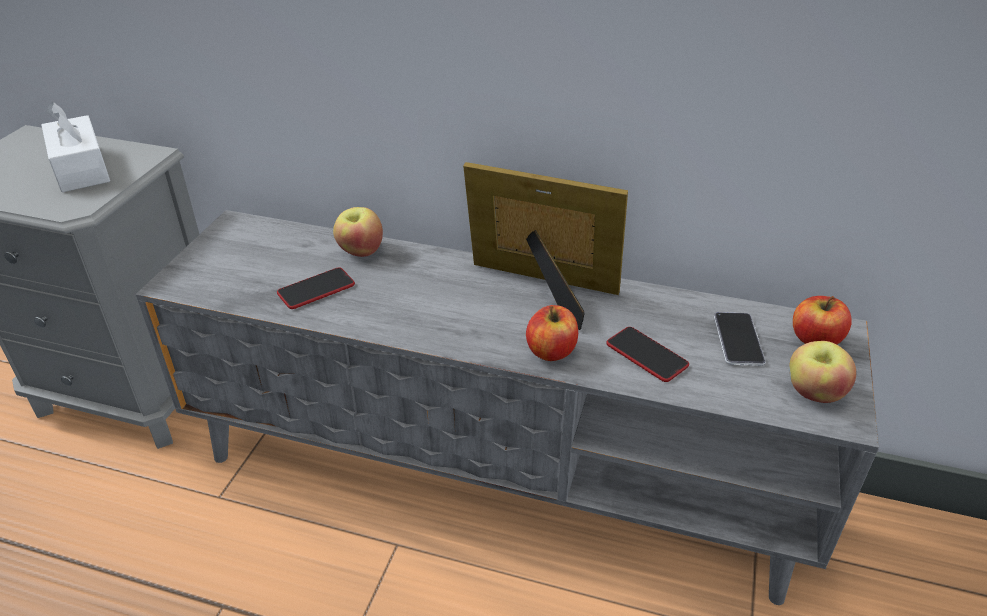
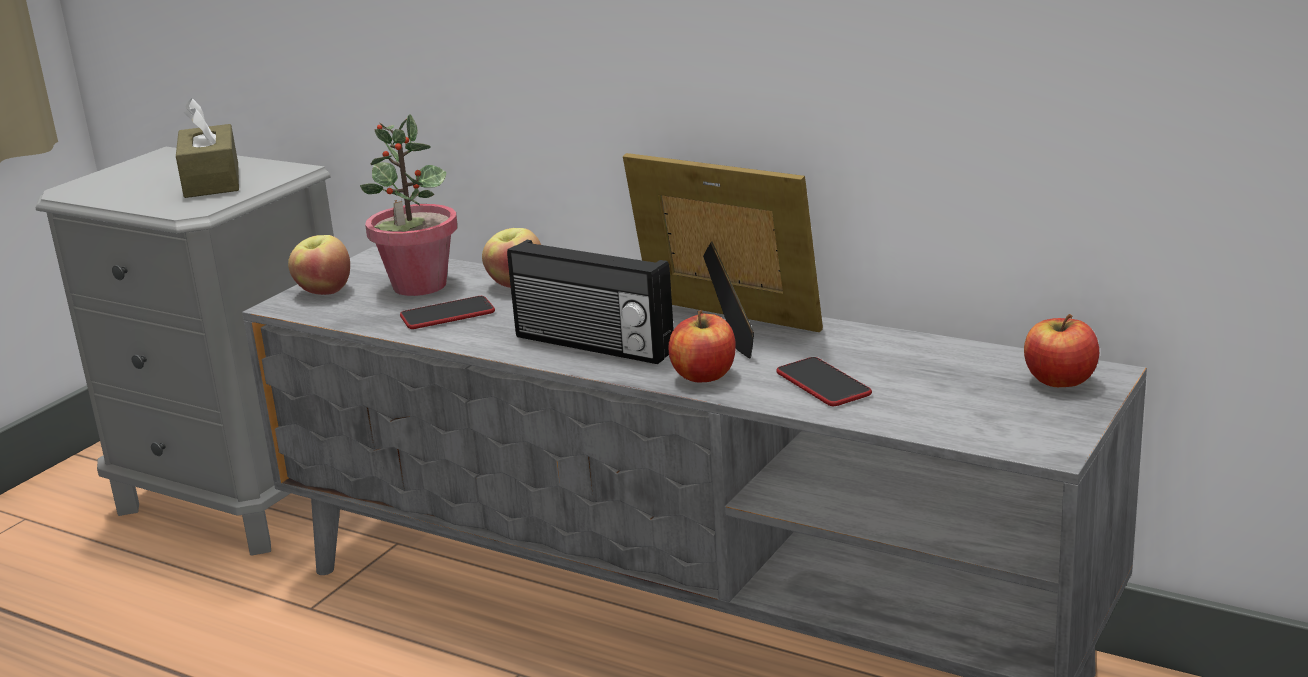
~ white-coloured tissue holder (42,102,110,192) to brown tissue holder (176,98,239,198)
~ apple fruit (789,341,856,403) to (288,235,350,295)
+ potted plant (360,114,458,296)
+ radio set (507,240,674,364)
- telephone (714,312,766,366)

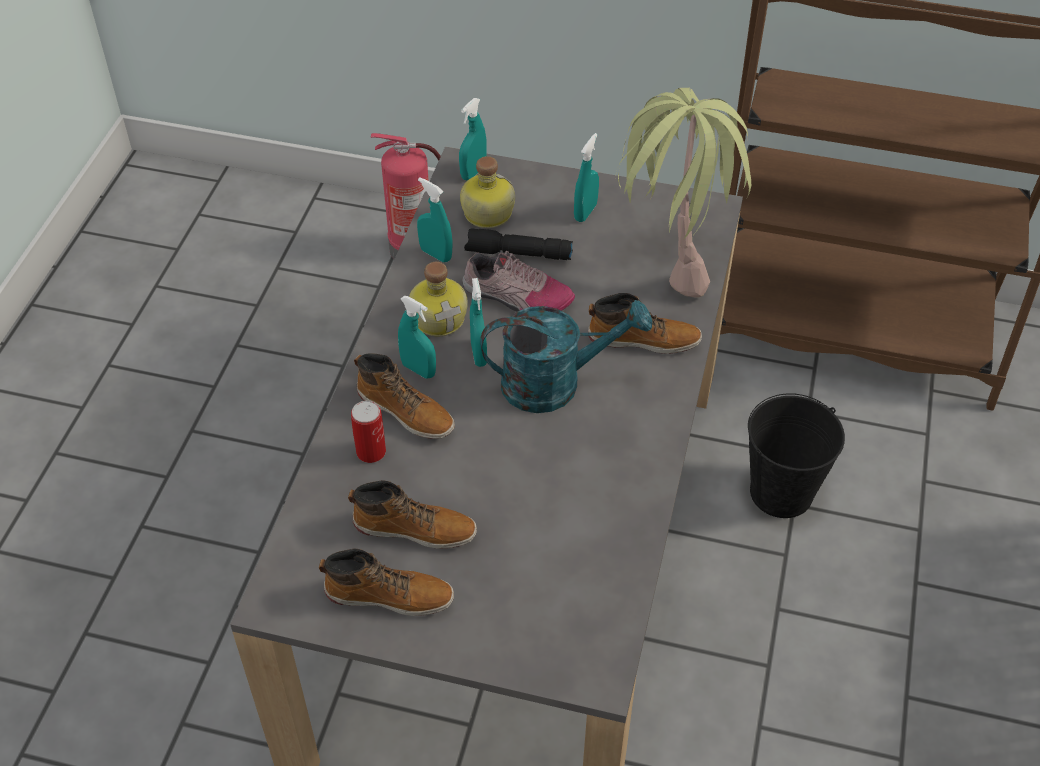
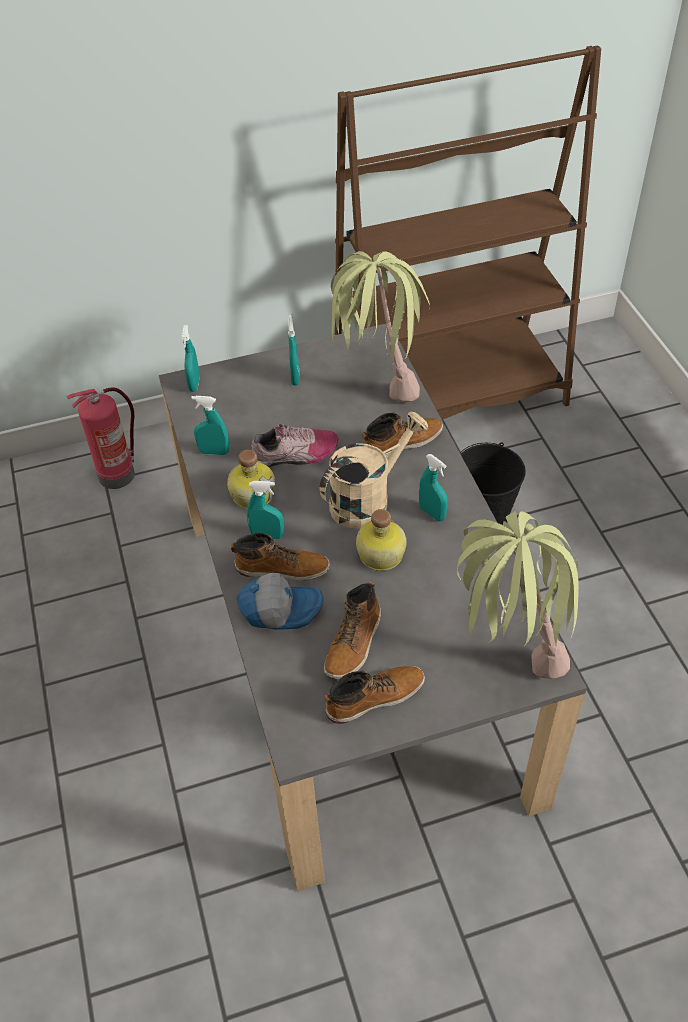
~ metal can (351,401,386,463) to peaked cap (236,573,324,630)
~ turquoise-coloured watering pot (480,300,652,413) to beige watering pot (319,411,428,528)
~ high-top boot (348,480,477,549) = (324,582,381,679) 135 degrees clockwise
~ beverage bottle (460,156,515,228) to (356,509,407,571)
~ turquoise-coloured hand sprayer (470,278,487,367) to (419,454,448,521)
+ potted plant (457,511,579,678)
- black torch (464,228,573,260)

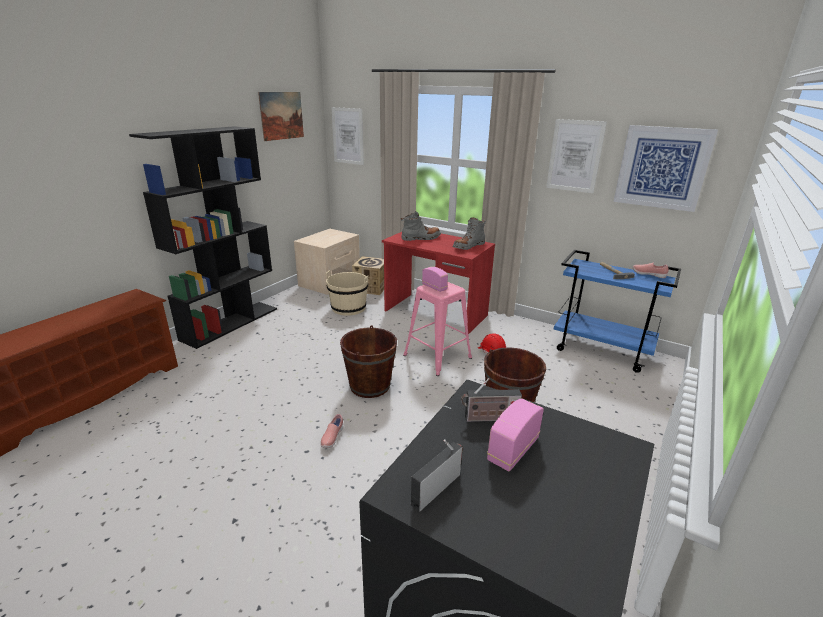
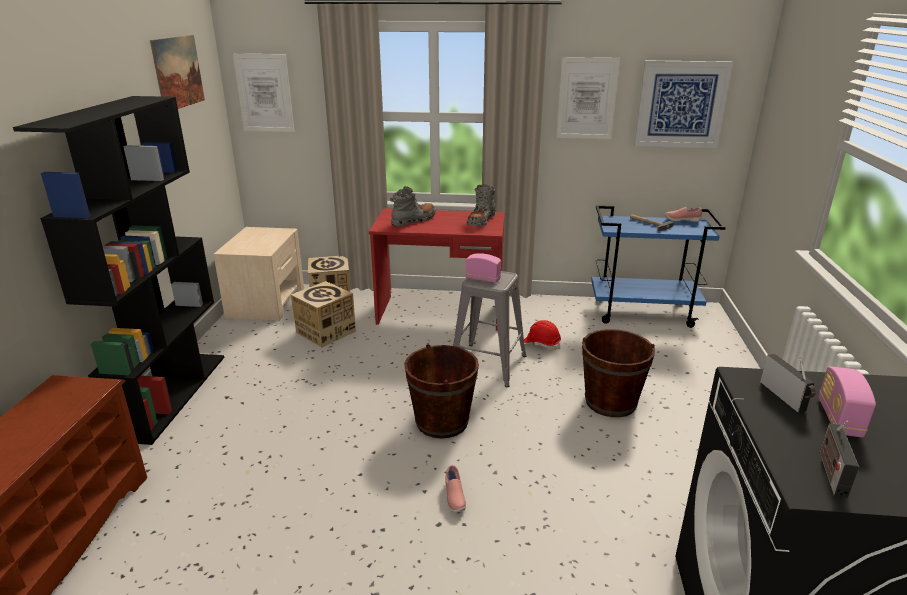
~ beige pail (326,270,368,316) to carton (291,281,356,347)
~ pink-coloured stool (403,282,472,376) to gray stool (453,271,527,387)
~ radio set (461,378,522,422) = (760,354,816,413) 75 degrees counterclockwise

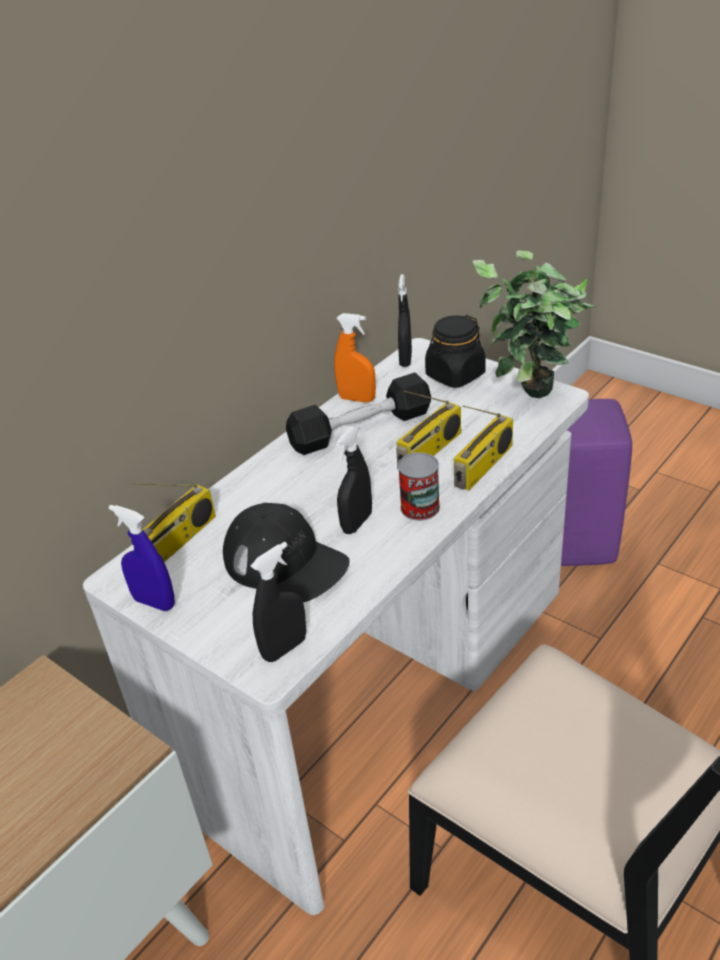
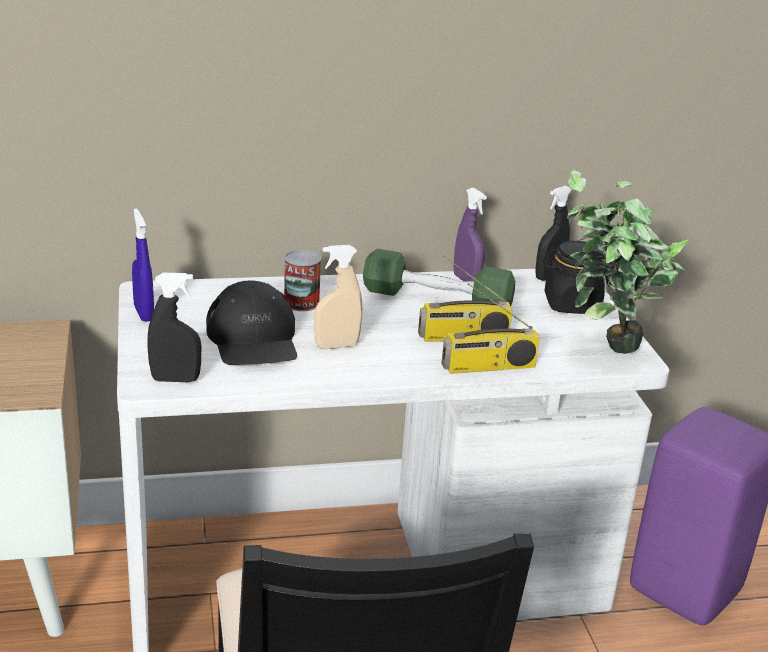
~ metal can (398,452,440,521) to (284,250,322,311)
~ black hand sprayer (336,426,372,534) to beige hand sprayer (314,245,362,349)
~ black dumbbell (286,373,431,455) to green-coloured dumbbell (363,249,515,306)
~ orange hand sprayer (334,313,376,403) to purple-coloured hand sprayer (454,187,487,282)
- radio set (133,483,216,562)

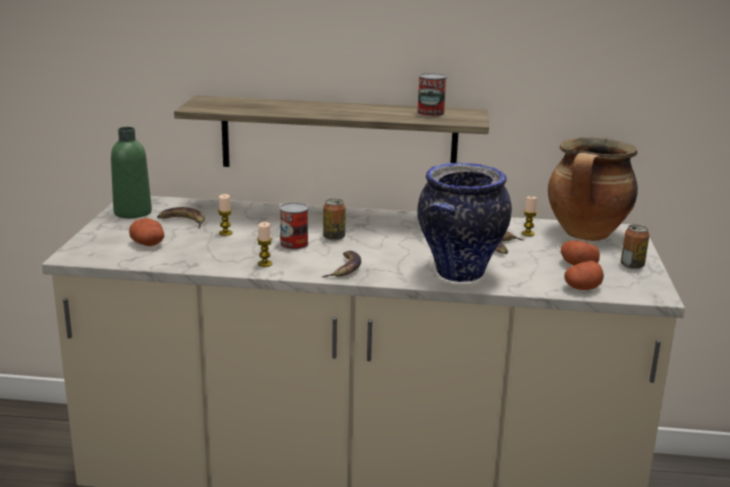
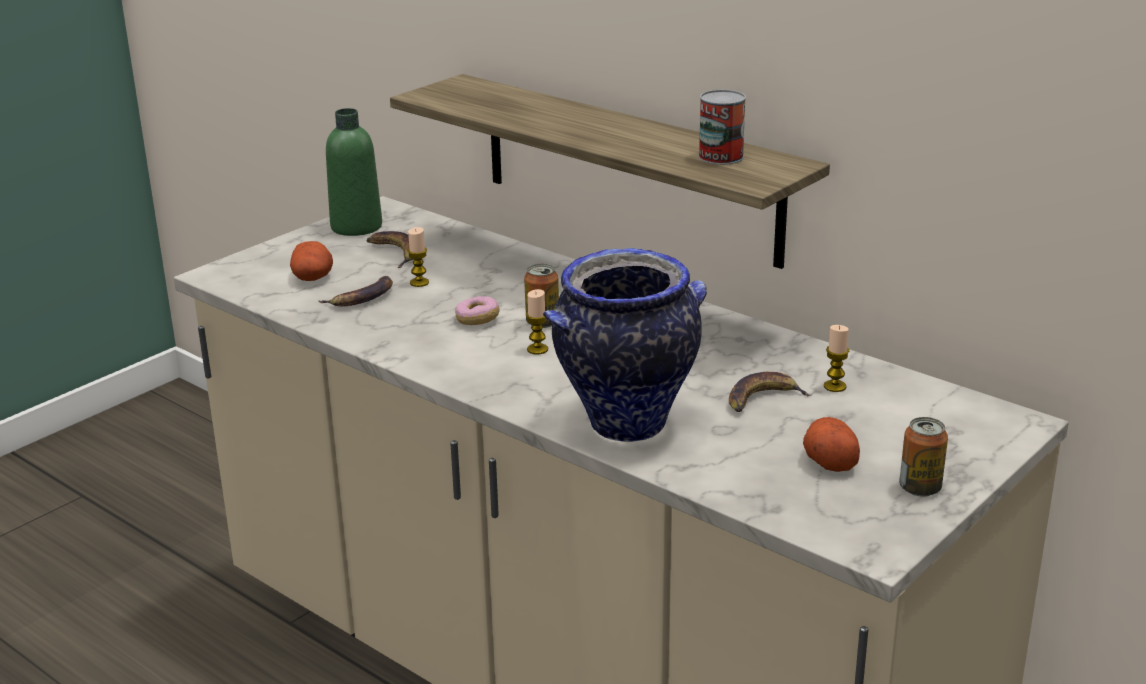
~ whole banana (321,251,361,278) to (319,276,393,306)
~ metal can (279,202,309,250) to donut (455,296,499,325)
~ wax light (257,222,272,267) to (526,289,548,355)
- stockpot (548,137,638,241)
- whole potato (564,261,604,290)

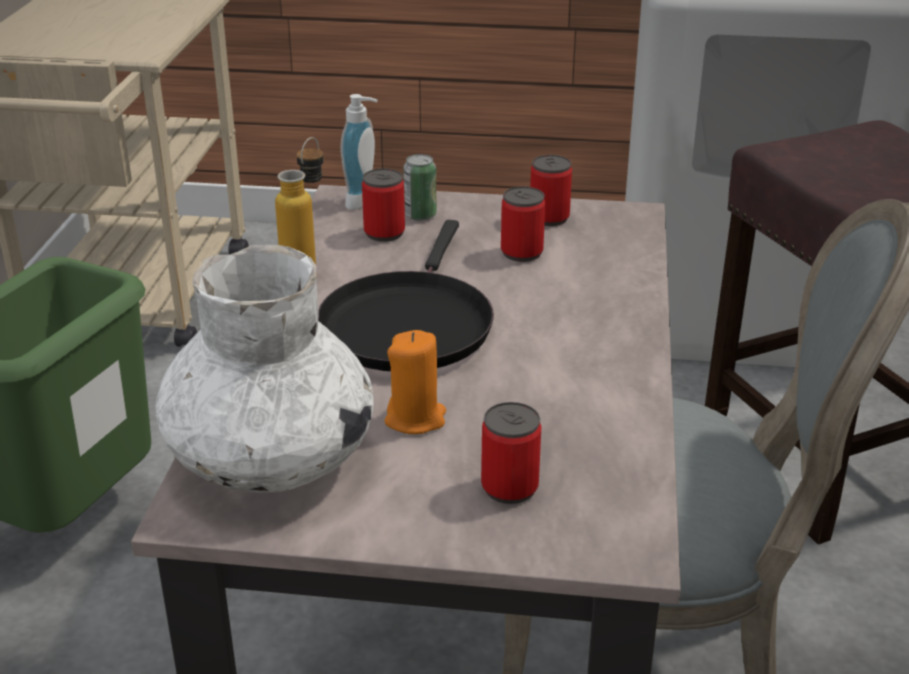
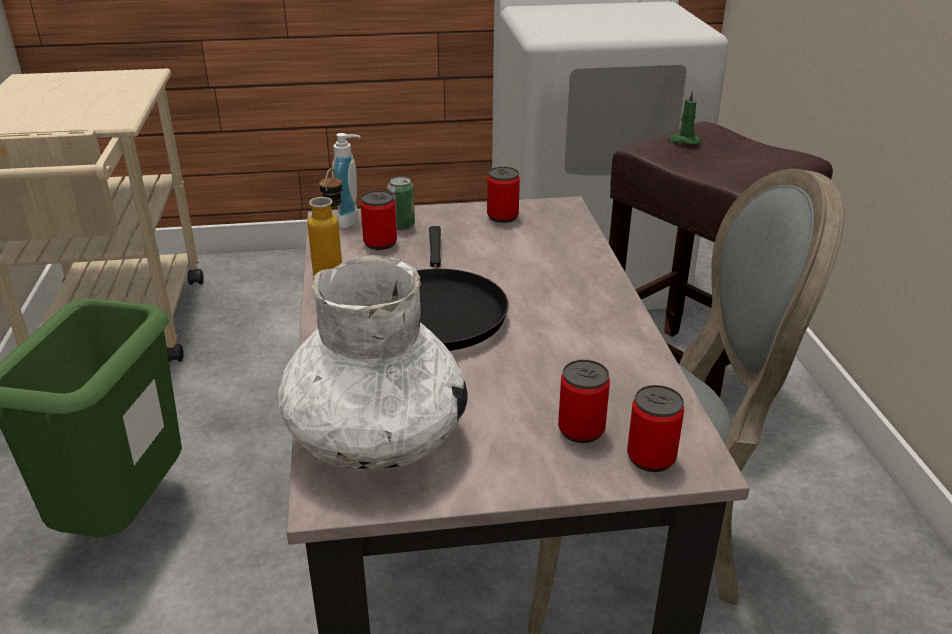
~ metal can (501,186,545,262) to (627,385,684,472)
+ green-coloured wax light (668,90,701,144)
- orange wax light (384,330,446,434)

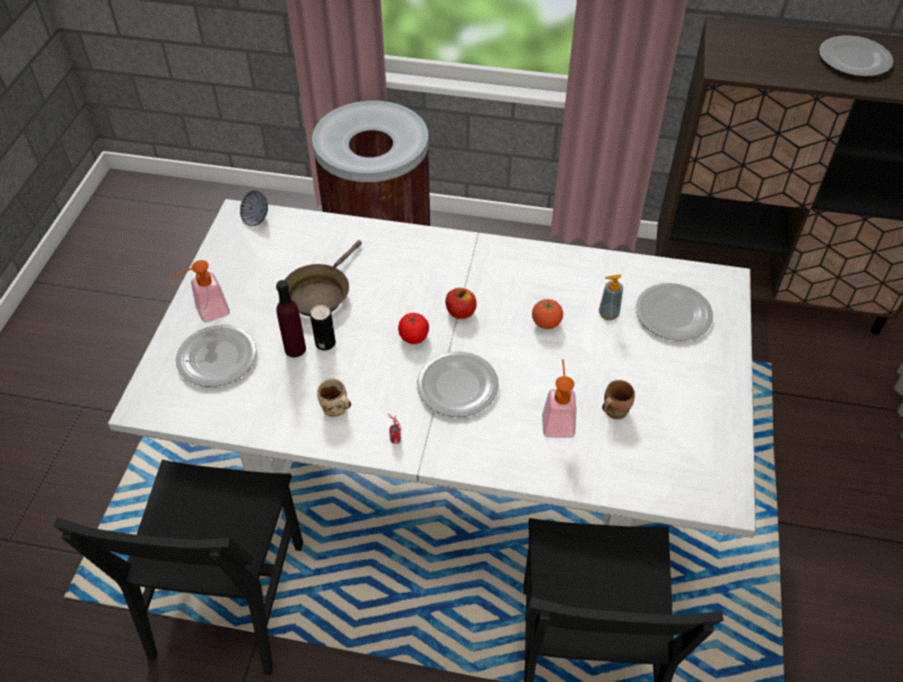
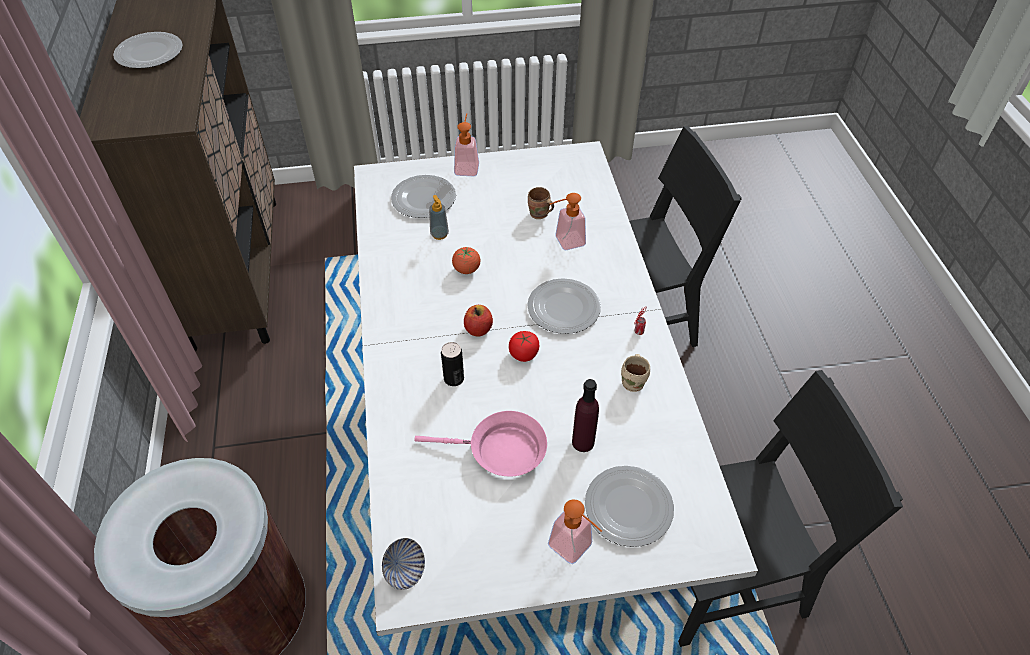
~ brown skillet (285,240,362,316) to pink-coloured skillet (414,411,547,476)
~ metal can (310,305,336,350) to (441,342,464,386)
+ soap dispenser (454,113,479,176)

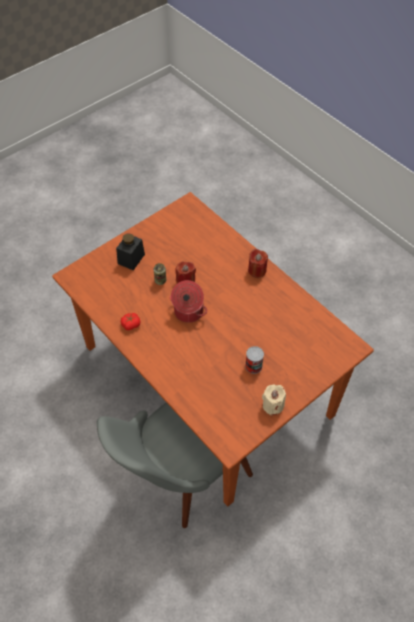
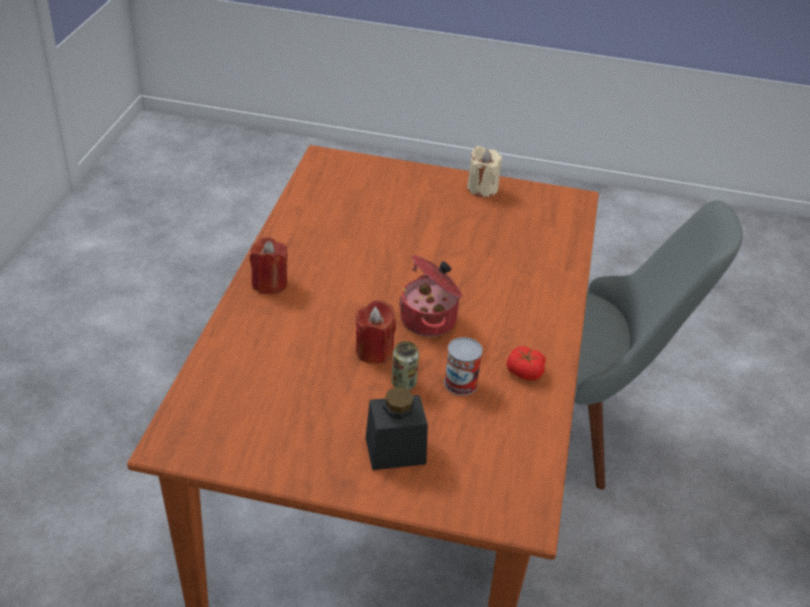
~ metal can (245,346,264,374) to (444,337,483,395)

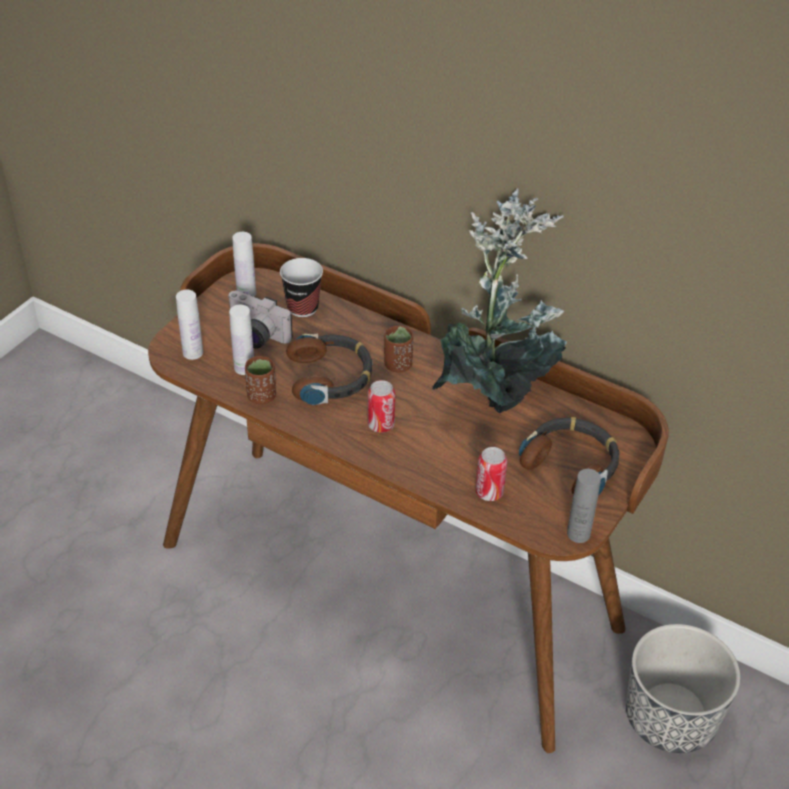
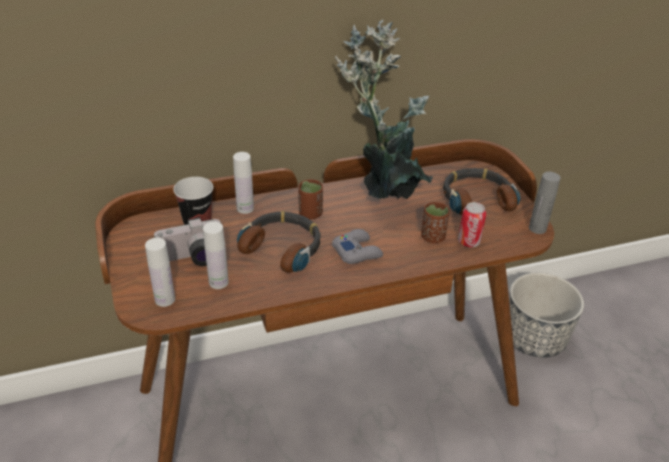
~ white-coloured beverage bottle (232,232,256,297) to (233,152,254,214)
~ metal can (368,380,395,433) to gray joypad (332,229,383,264)
~ brown cup (245,356,276,404) to (421,202,450,243)

